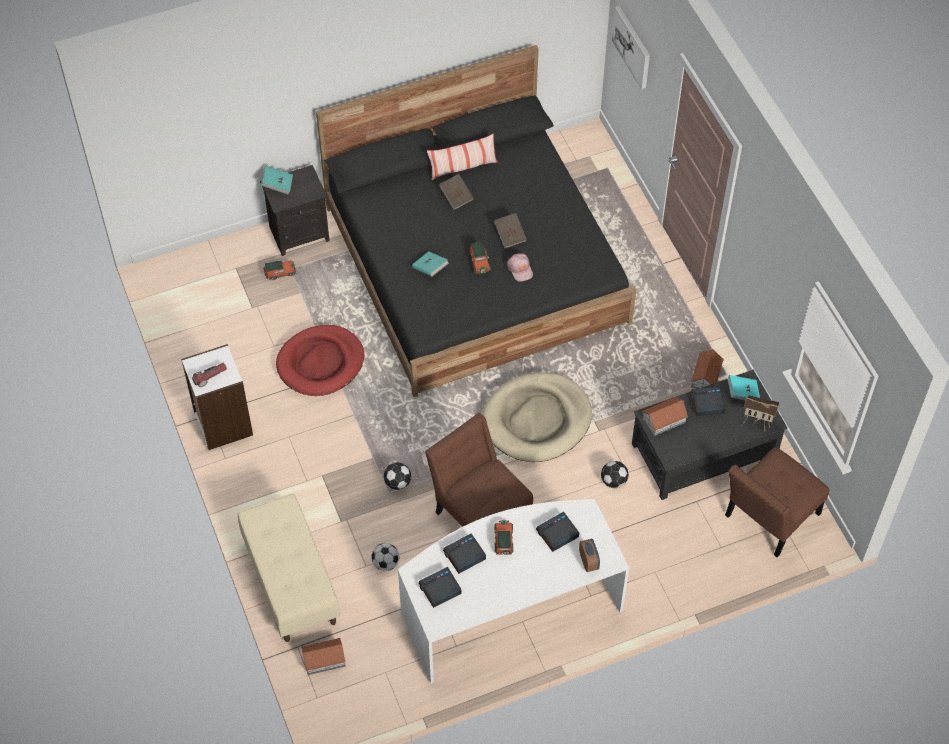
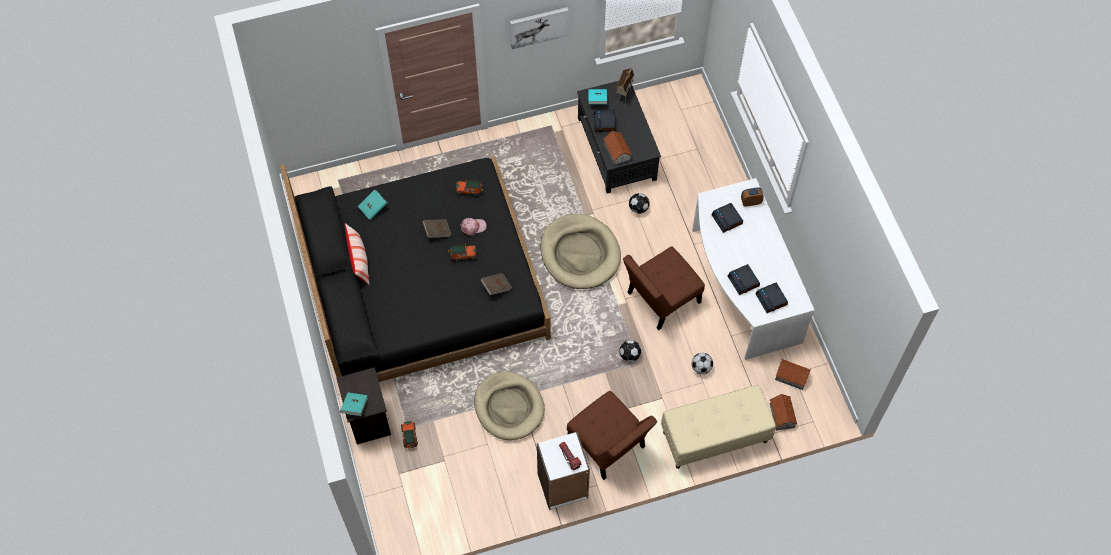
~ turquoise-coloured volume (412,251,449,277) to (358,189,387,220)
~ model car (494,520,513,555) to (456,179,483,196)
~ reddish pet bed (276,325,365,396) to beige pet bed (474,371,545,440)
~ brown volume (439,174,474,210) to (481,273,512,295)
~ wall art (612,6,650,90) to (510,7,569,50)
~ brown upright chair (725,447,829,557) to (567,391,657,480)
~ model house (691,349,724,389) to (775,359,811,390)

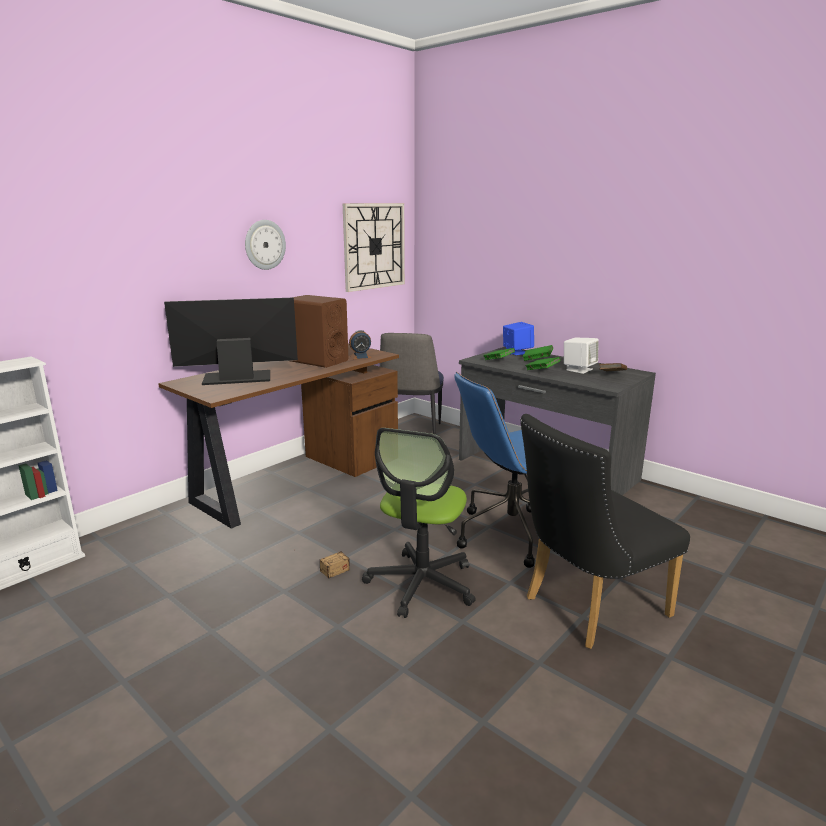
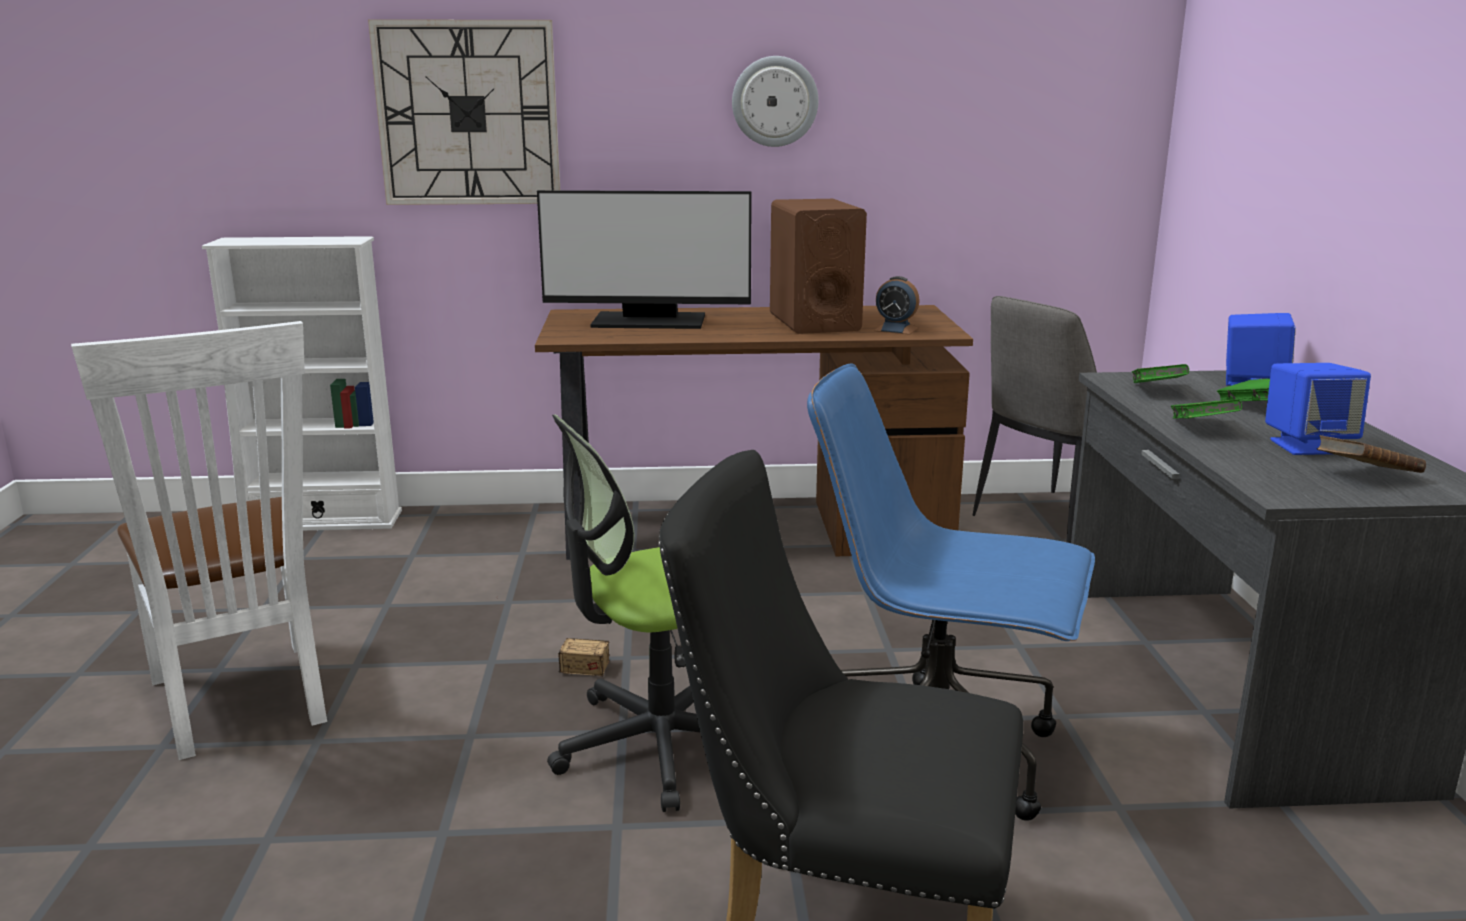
+ white-coloured upright chair (71,321,327,760)
~ clock on the wall (343,203,405,292) to (368,19,560,205)
~ computer screen (164,298,298,385) = (537,190,752,329) 150 degrees clockwise
~ white-coloured speaker (564,338,599,374) to bluish speaker (1265,363,1371,455)

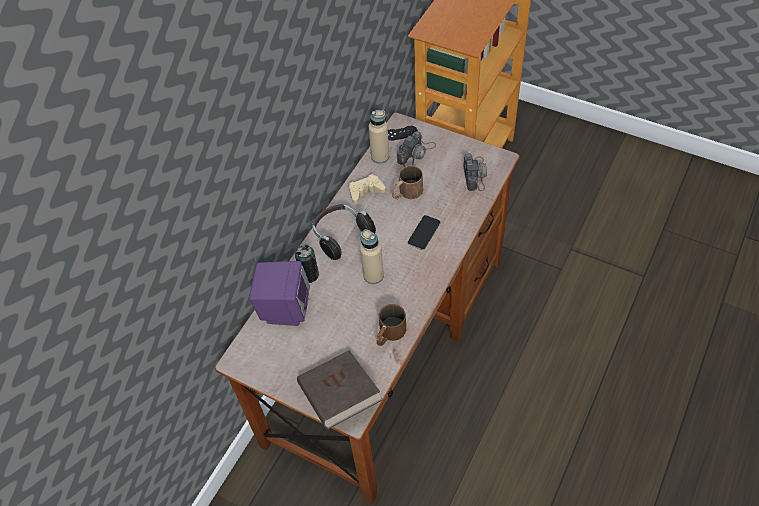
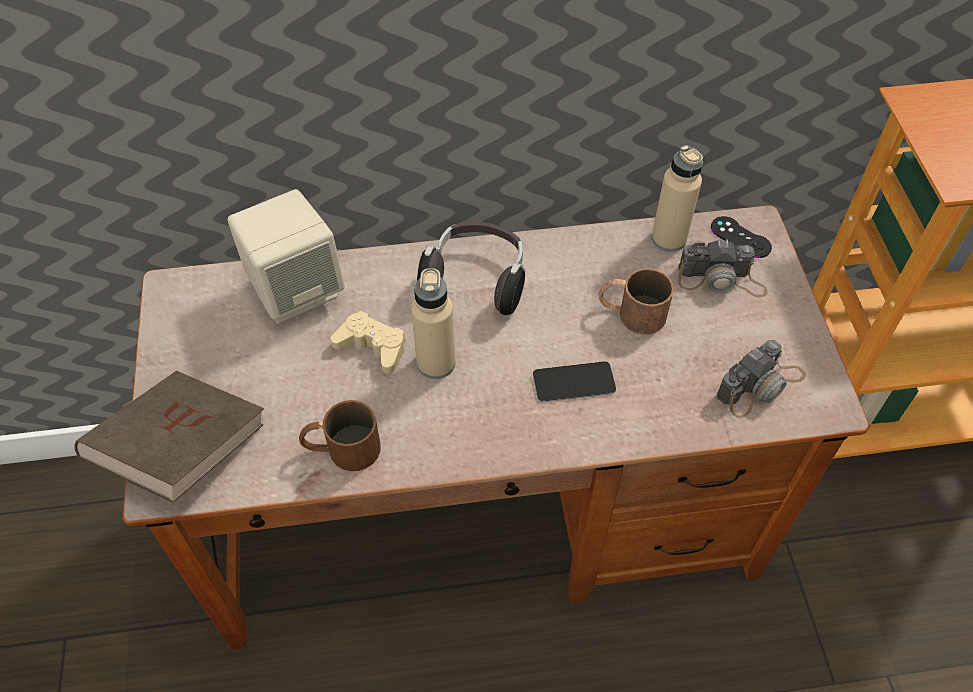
~ purple-coloured speaker (249,261,310,326) to beige speaker (227,189,345,324)
~ beige joypad (349,174,386,204) to (330,311,405,374)
- metal can (295,245,319,283)

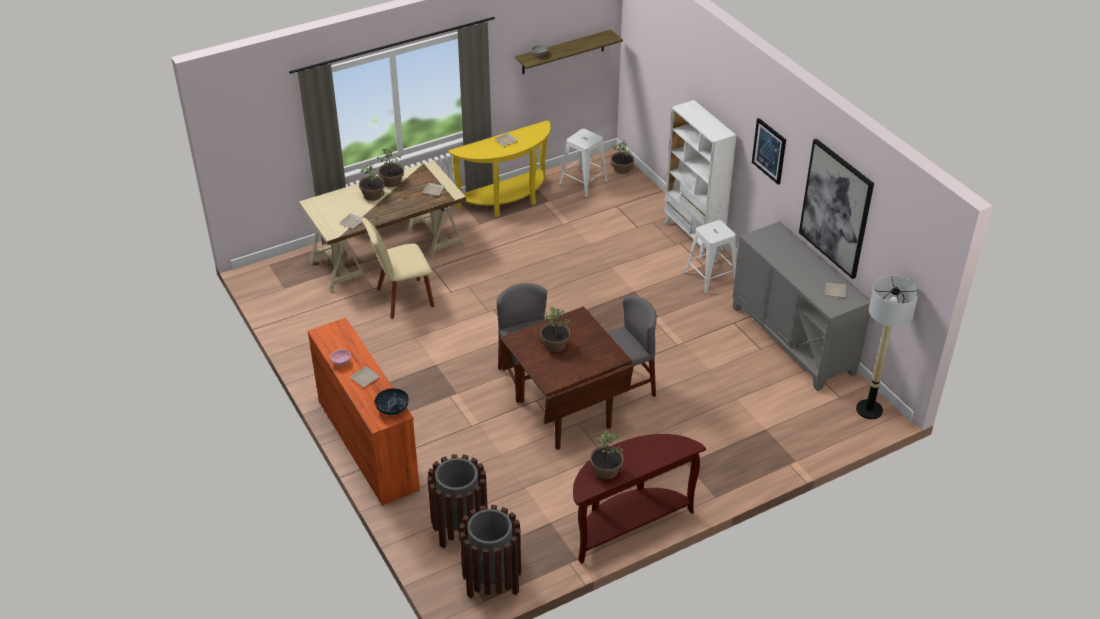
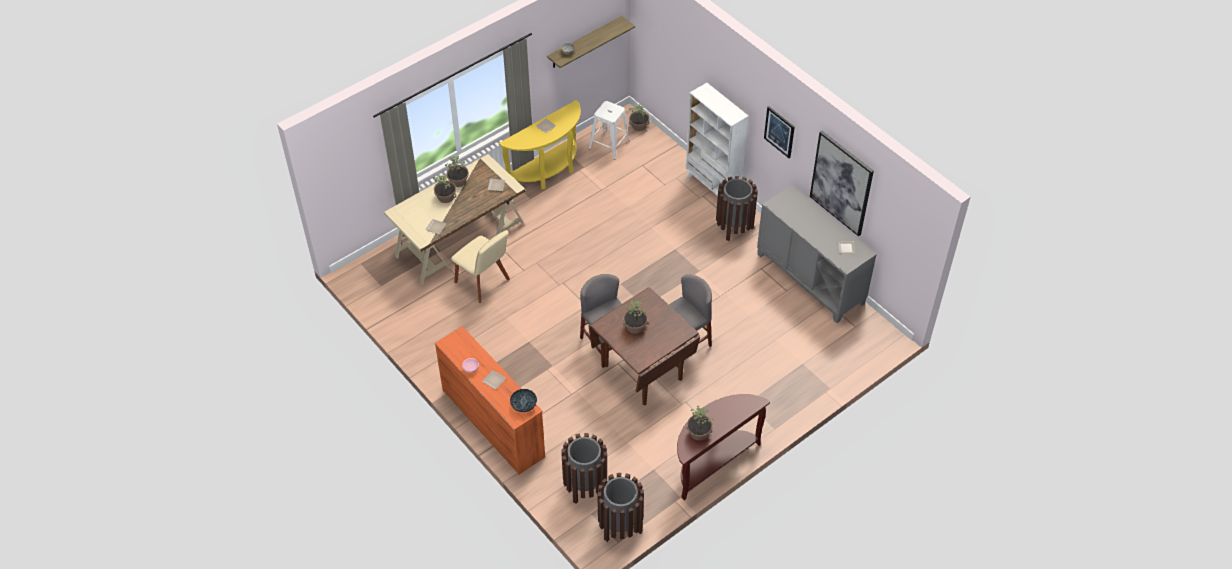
~ beige upright chair (362,217,434,319) = (451,230,510,303) 105 degrees counterclockwise
~ white-coloured stool (684,220,736,294) to brown waste bin (716,176,758,241)
- standard lamp (856,276,919,419)

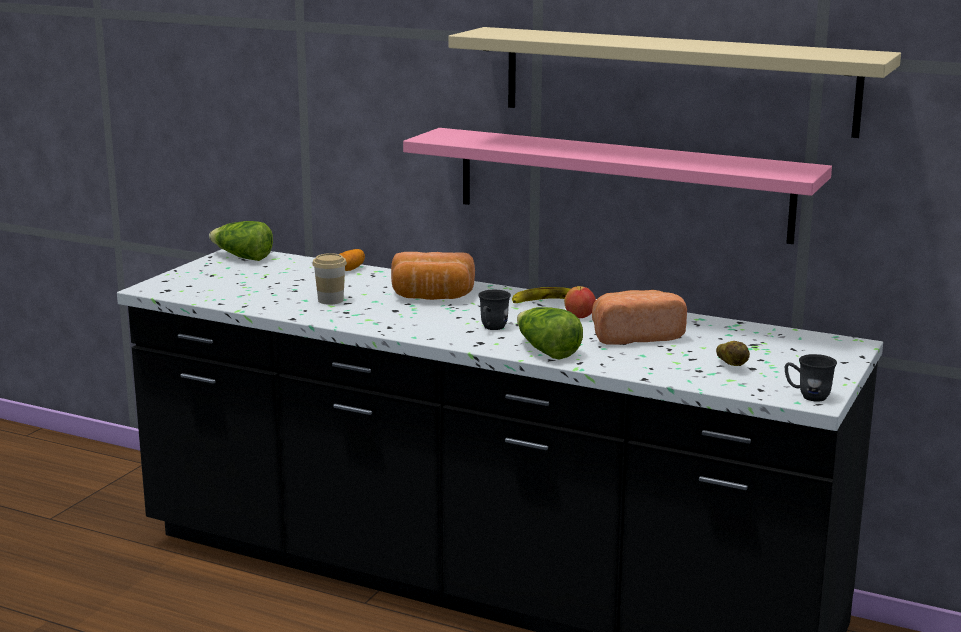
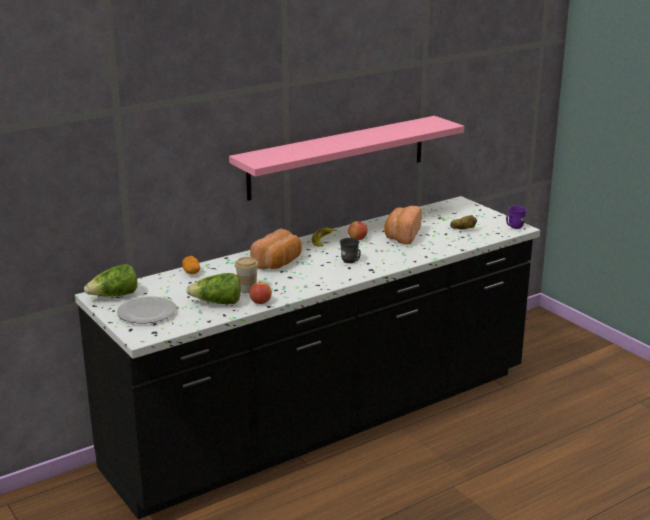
+ plate (117,296,177,323)
~ lettuce head (517,307,583,360) to (186,273,241,304)
+ apple fruit (249,282,272,304)
~ gray tea mug (785,354,837,402) to purple-coloured tea mug (506,206,527,229)
- beige bracket shelf (448,27,901,138)

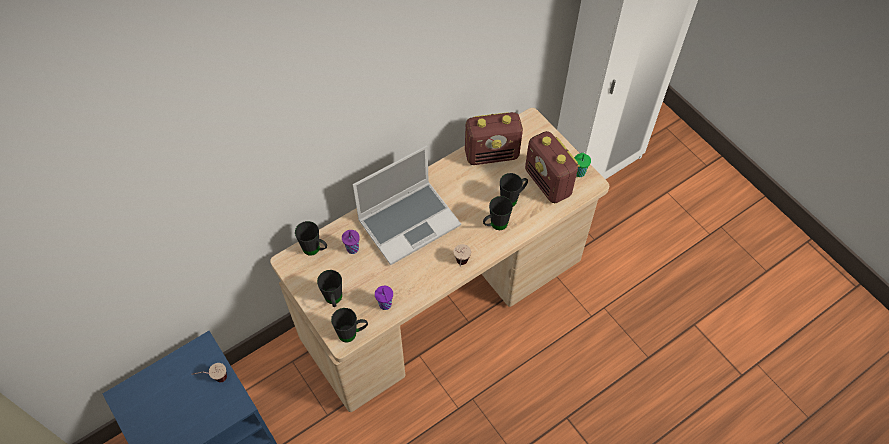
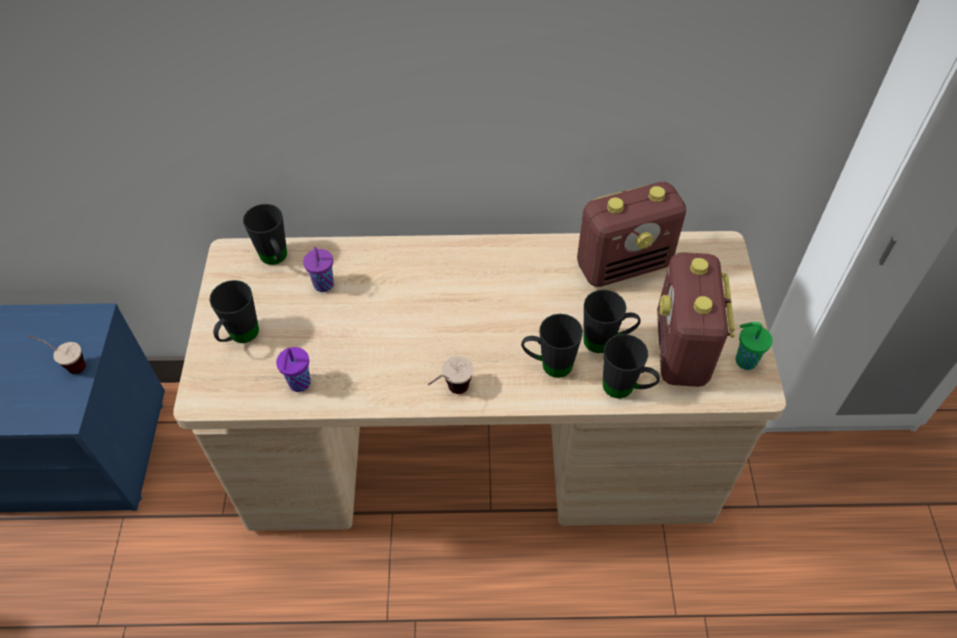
~ radio set (465,112,523,165) = (577,182,686,287) 45 degrees counterclockwise
~ black tea mug (331,308,368,342) to (603,334,660,398)
- laptop (353,145,461,265)

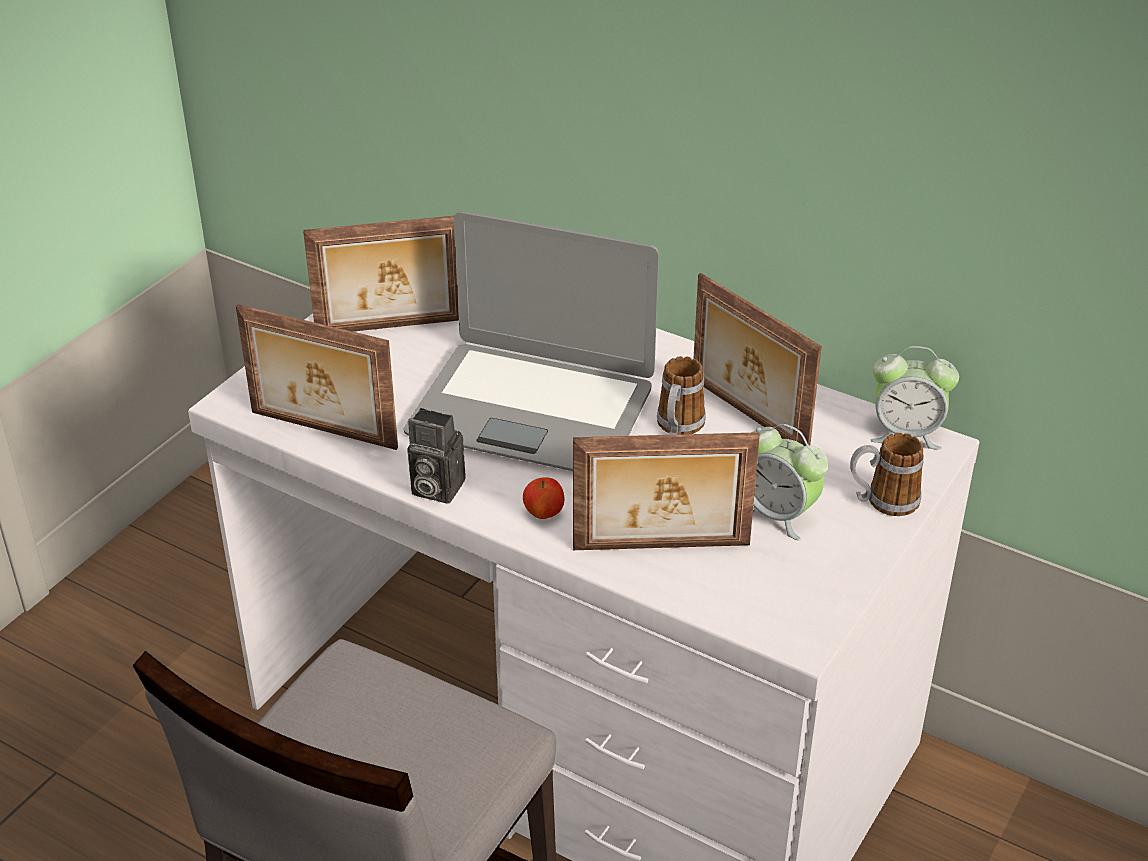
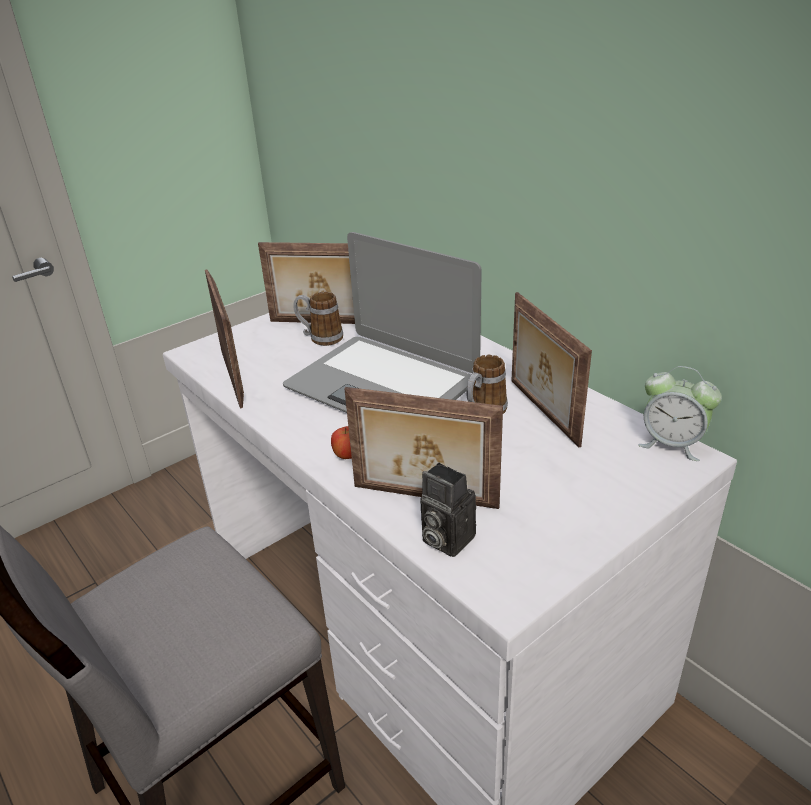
~ standing frame (236,304,398,450) = (205,269,244,408) 150 degrees counterclockwise
~ tea mug (850,433,924,516) to (293,292,343,346)
~ photo camera (407,408,466,504) to (420,463,476,557)
- alarm clock (751,424,828,541)

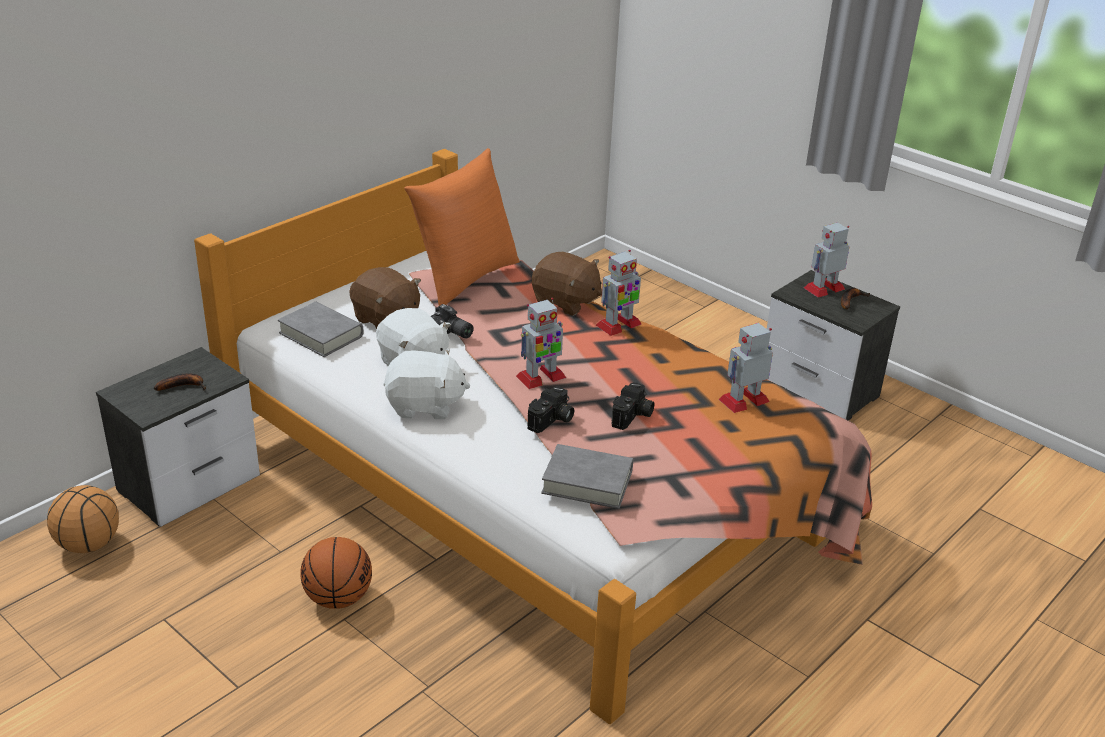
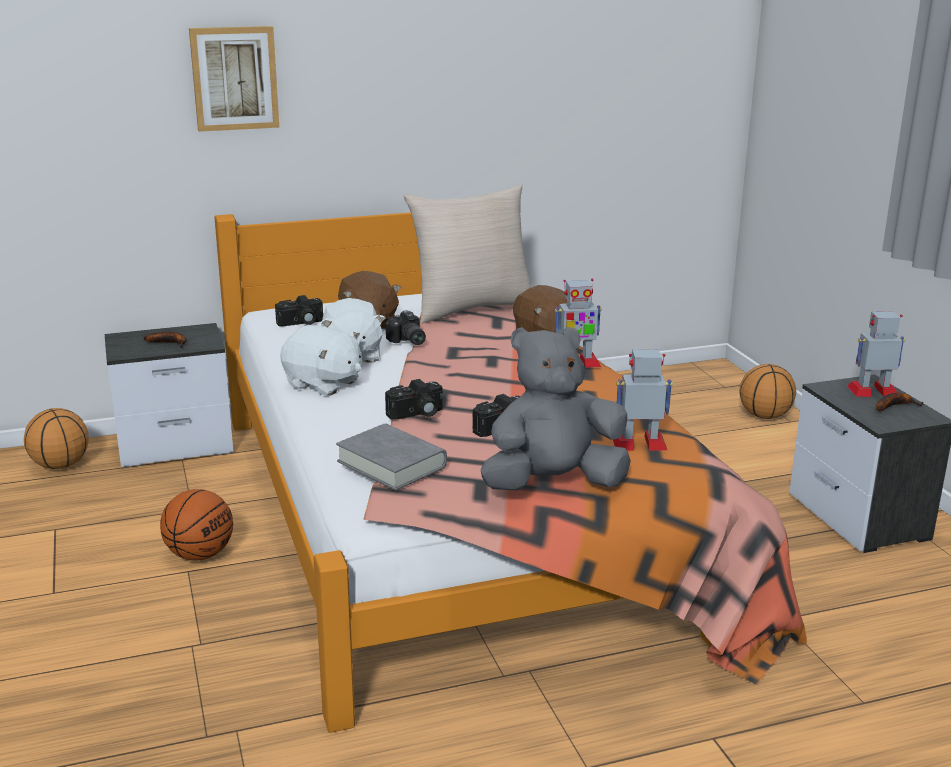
+ wall art (189,26,279,132)
~ gray volume (278,301,363,357) to photo camera (275,295,323,326)
~ orange throw pillow (404,148,520,306) to beige throw pillow (404,184,532,324)
+ gray soft toy (480,327,631,491)
+ ball for basketball (739,364,796,419)
- toy robot (516,298,566,389)

